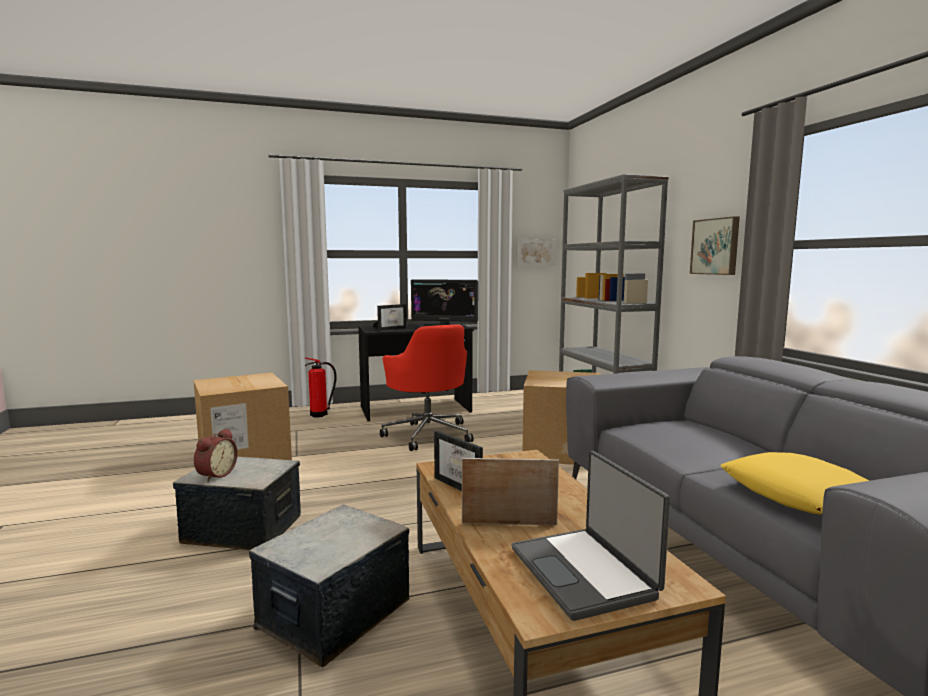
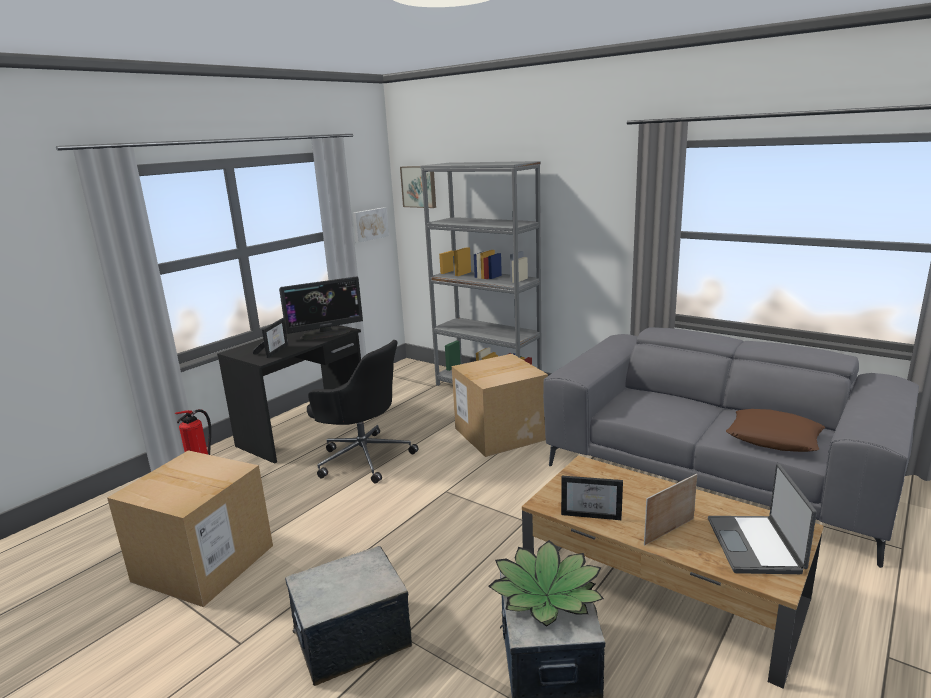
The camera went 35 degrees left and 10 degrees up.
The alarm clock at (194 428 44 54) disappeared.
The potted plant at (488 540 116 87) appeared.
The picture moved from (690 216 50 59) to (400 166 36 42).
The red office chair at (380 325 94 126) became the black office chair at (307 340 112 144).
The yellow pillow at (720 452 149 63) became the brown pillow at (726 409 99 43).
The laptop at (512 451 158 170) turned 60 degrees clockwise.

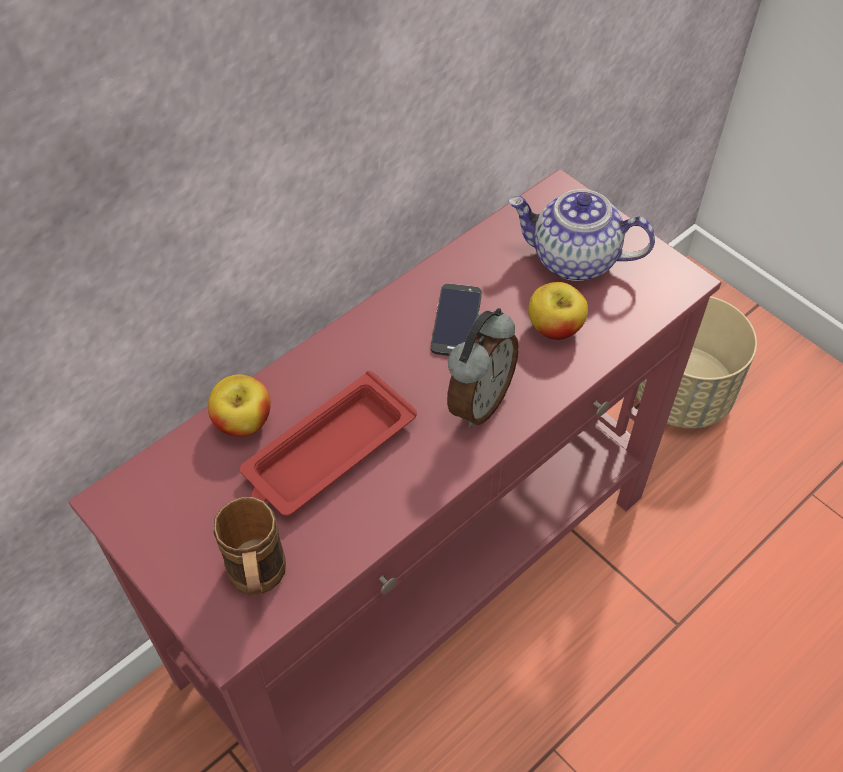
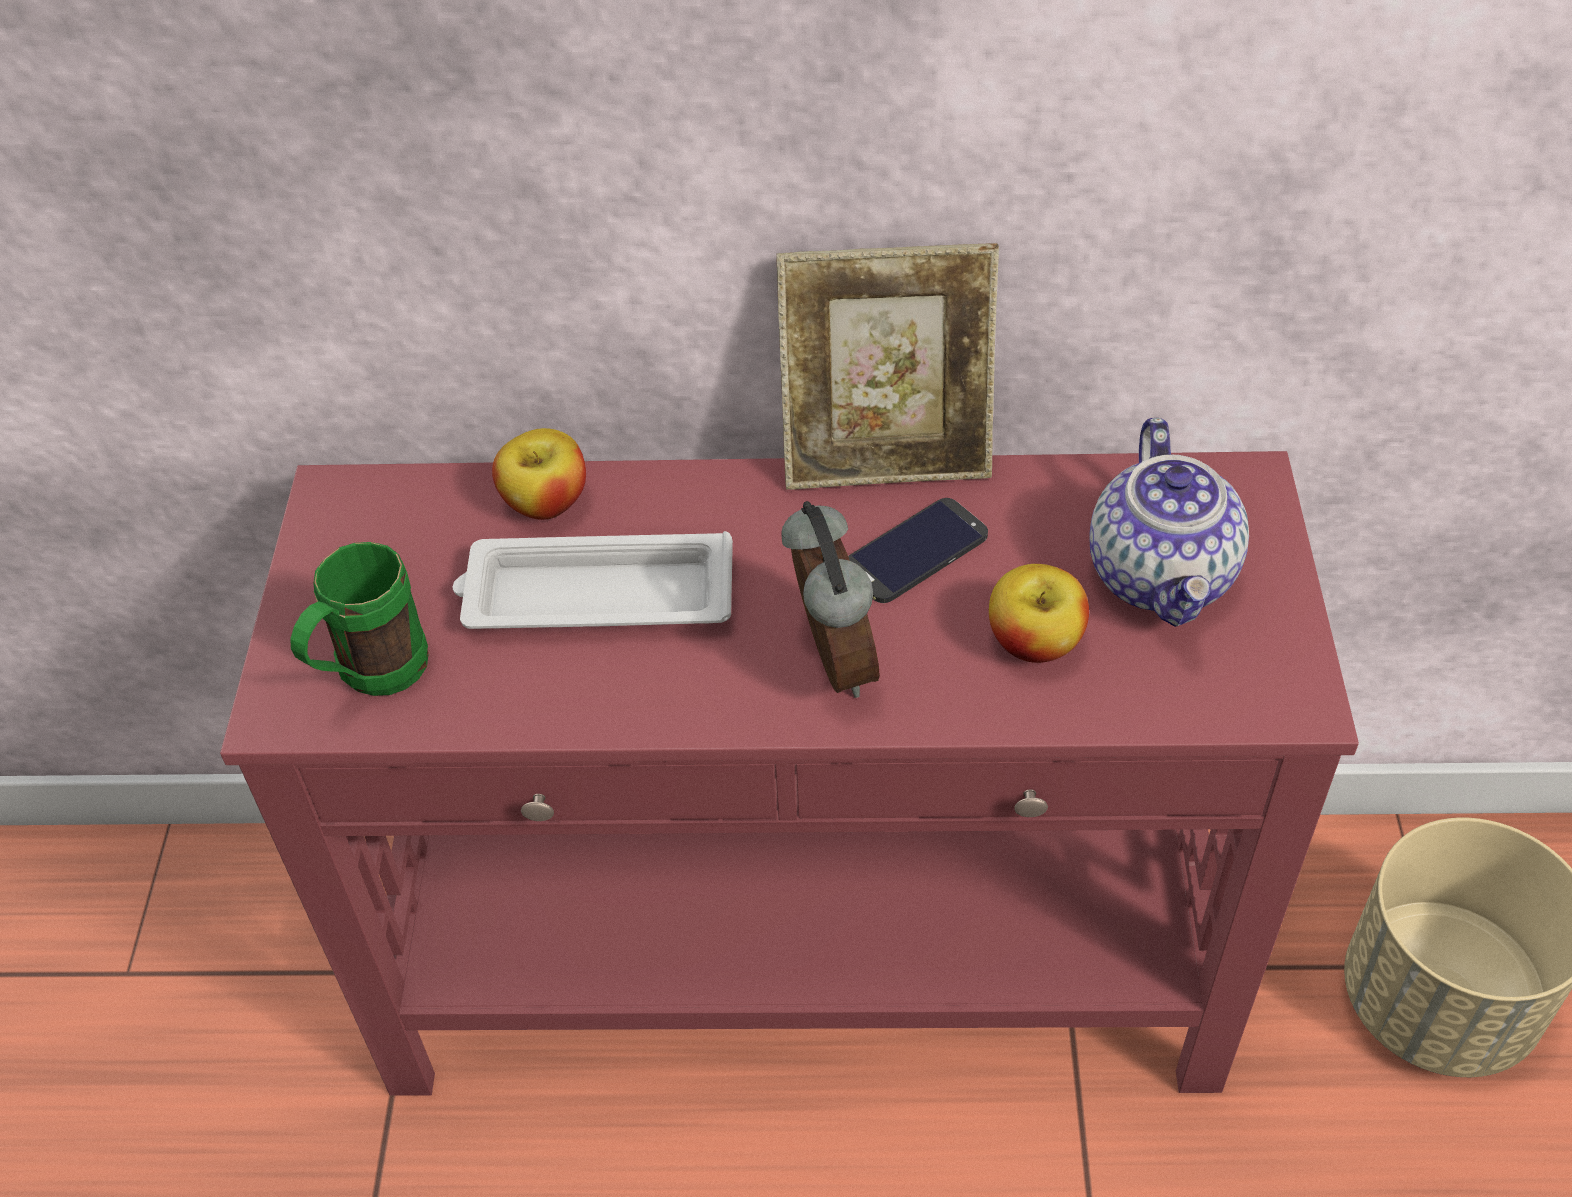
The camera went 45 degrees right and 5 degrees down.
The picture frame at (776 243 223 247) appeared.
The brown mug at (214 497 72 99) became the green mug at (290 542 139 154).
The red tray at (240 371 177 145) became the white tray at (453 531 280 98).
The alarm clock at (447 308 72 119) turned 90 degrees counterclockwise.
The teapot at (508 189 147 92) turned 150 degrees counterclockwise.

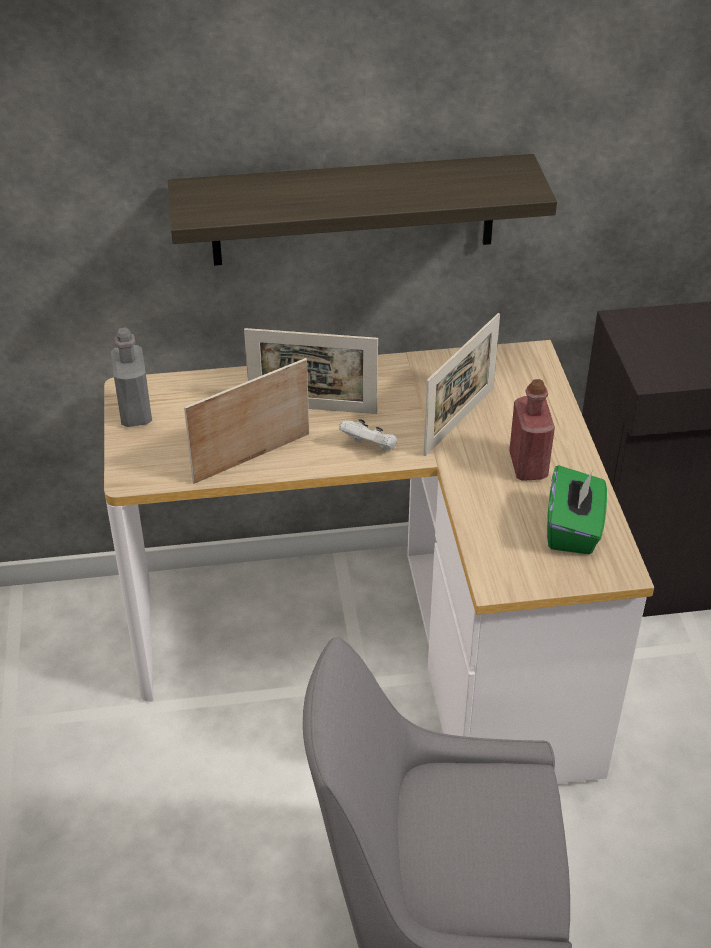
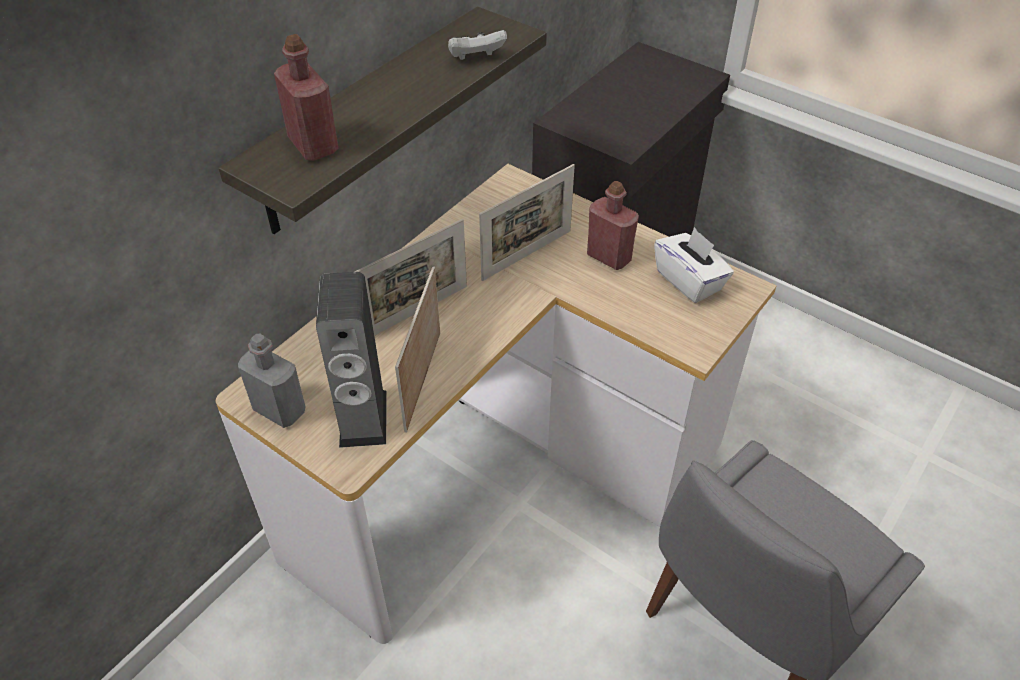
The camera went 45 degrees left and 5 degrees up.
The red bottle at (274 34 64 127) appeared.
The speaker at (316 272 71 176) appeared.
The white game controller moved from (339 419 58 33) to (448 30 59 30).
The green tissue box at (547 465 60 89) became the white tissue box at (654 227 80 76).
The picture frame at (423 313 77 143) turned 60 degrees clockwise.

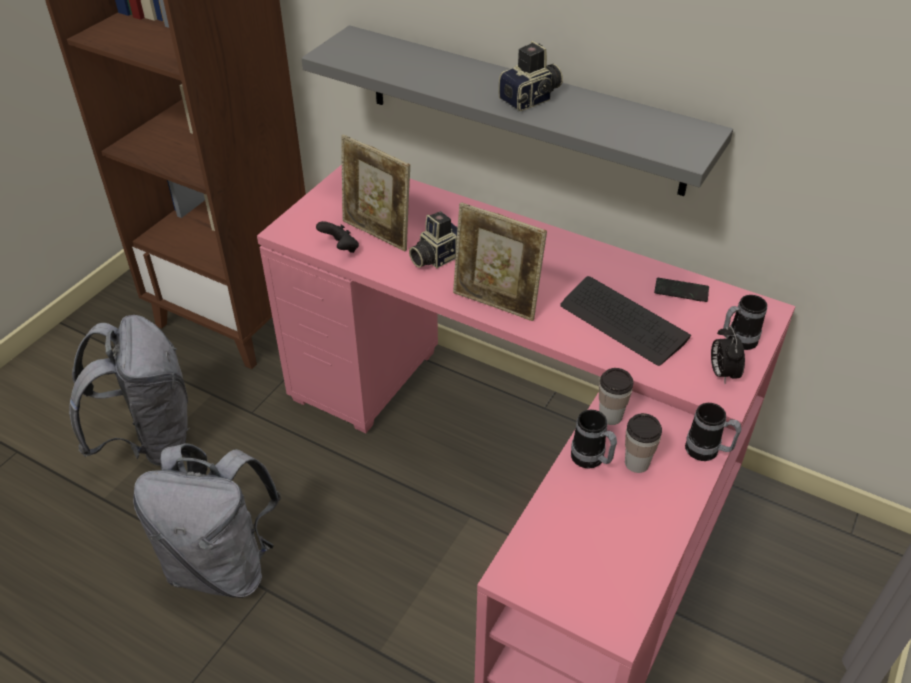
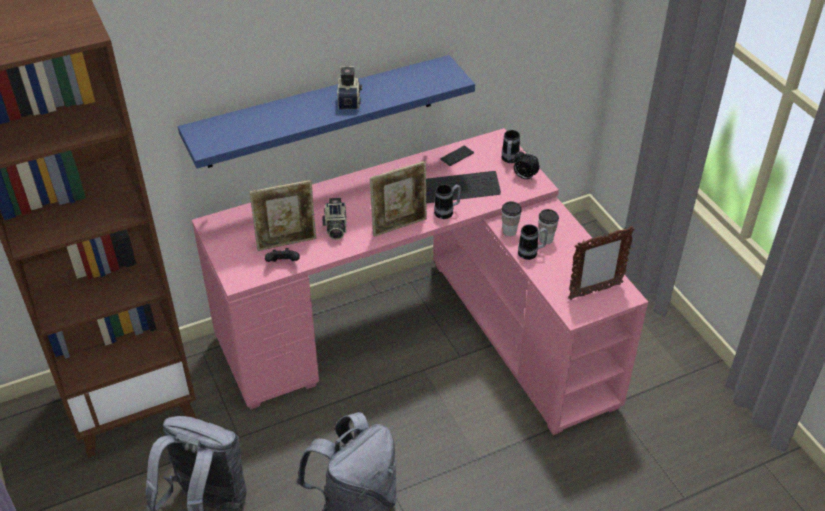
The camera went 55 degrees left and 0 degrees up.
The picture frame at (568 226 67 74) appeared.
The mug moved from (685 403 57 58) to (434 184 27 35).
The grey shelf at (301 25 432 171) became the blue shelf at (178 55 297 114).

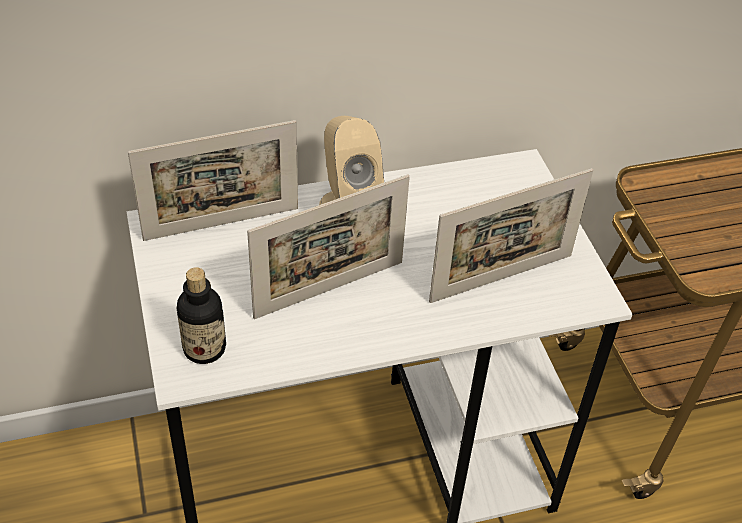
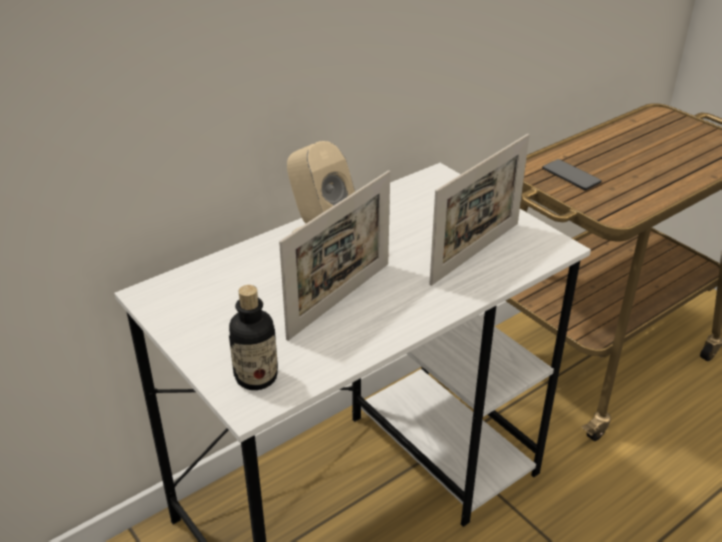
The camera went 20 degrees left and 10 degrees down.
The picture frame at (128 120 170 121) disappeared.
The phone at (542 159 60 31) appeared.

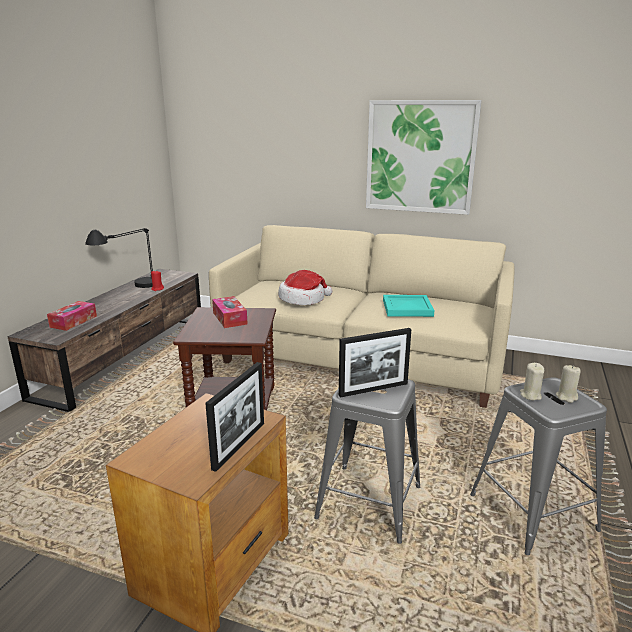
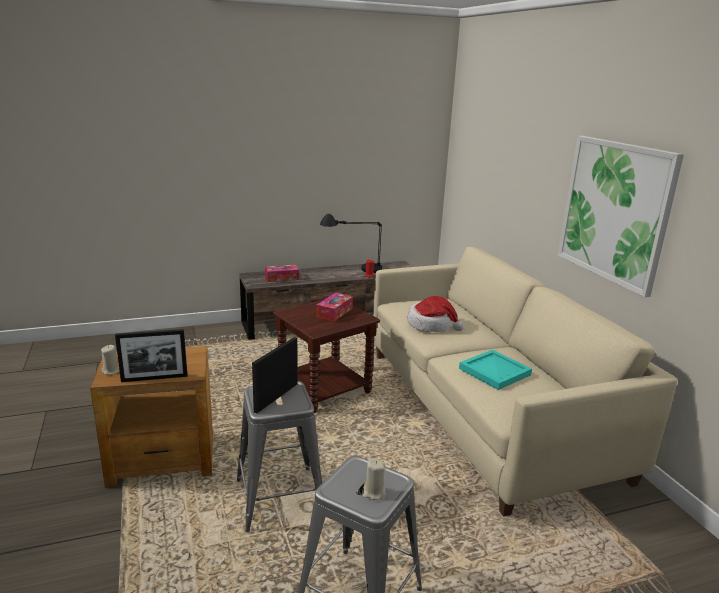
The camera went 50 degrees right and 0 degrees up.
The beige candle moved from (520 363 24 37) to (101 345 19 30).
The picture frame at (339 328 72 70) turned 90 degrees clockwise.

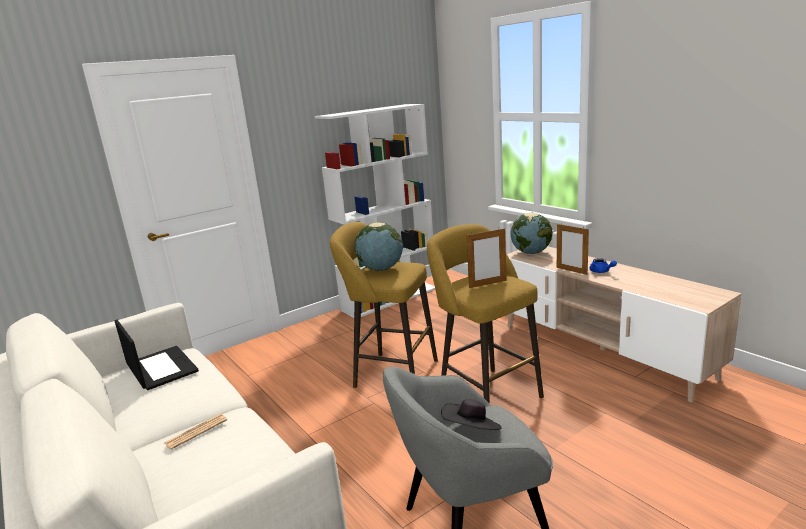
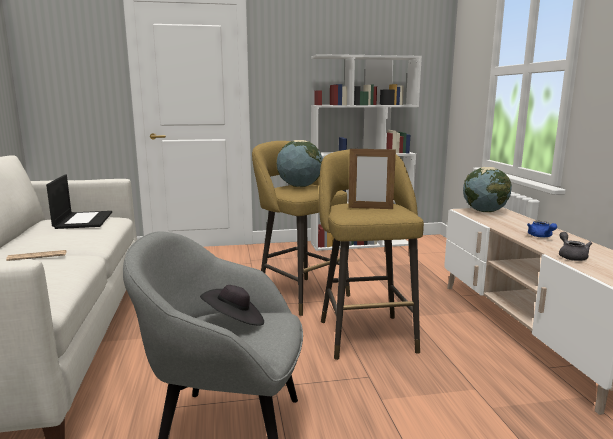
The camera went 25 degrees right and 5 degrees down.
The picture frame at (557 224 32 51) disappeared.
The grey teapot at (559 232 33 29) appeared.

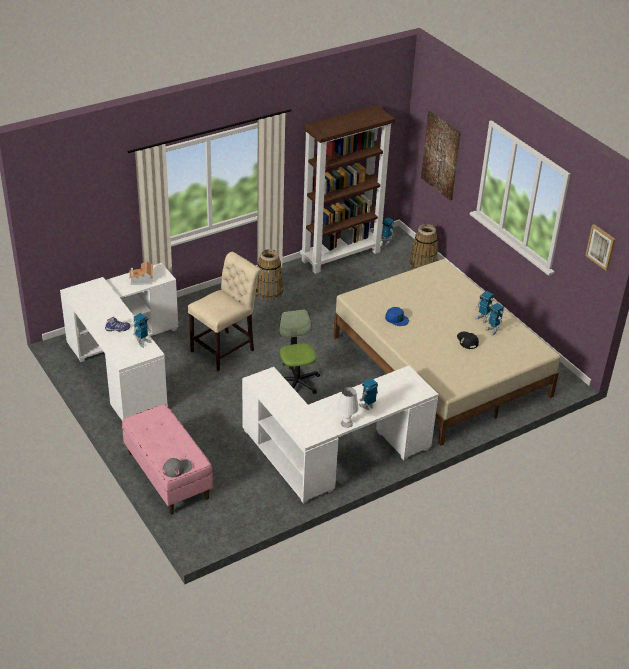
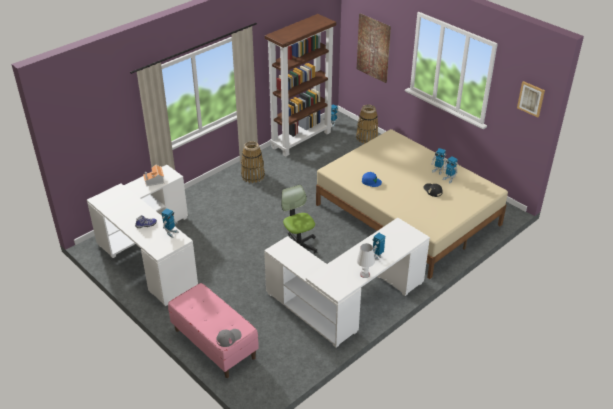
The camera went 10 degrees left and 0 degrees up.
The beige chair at (188 252 73 119) disappeared.

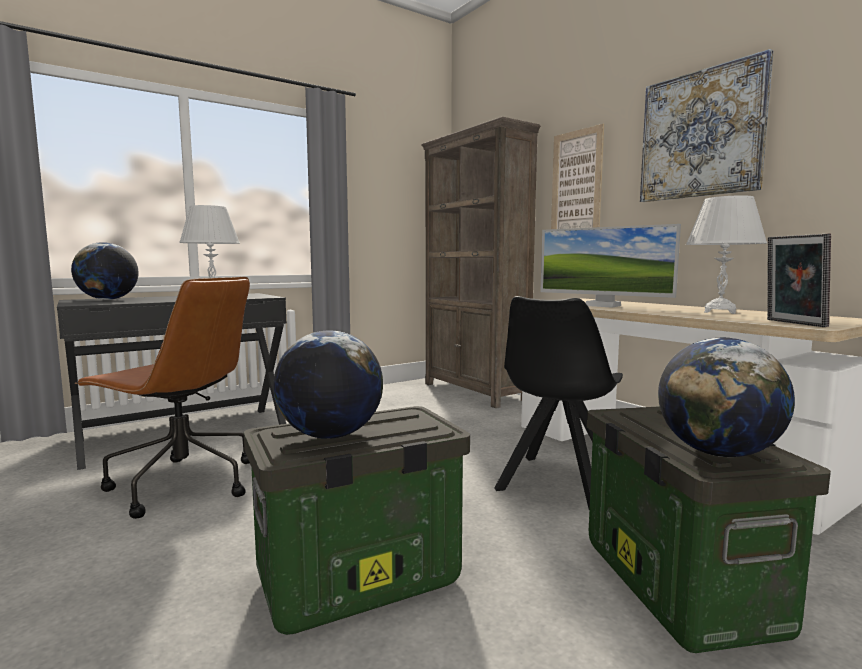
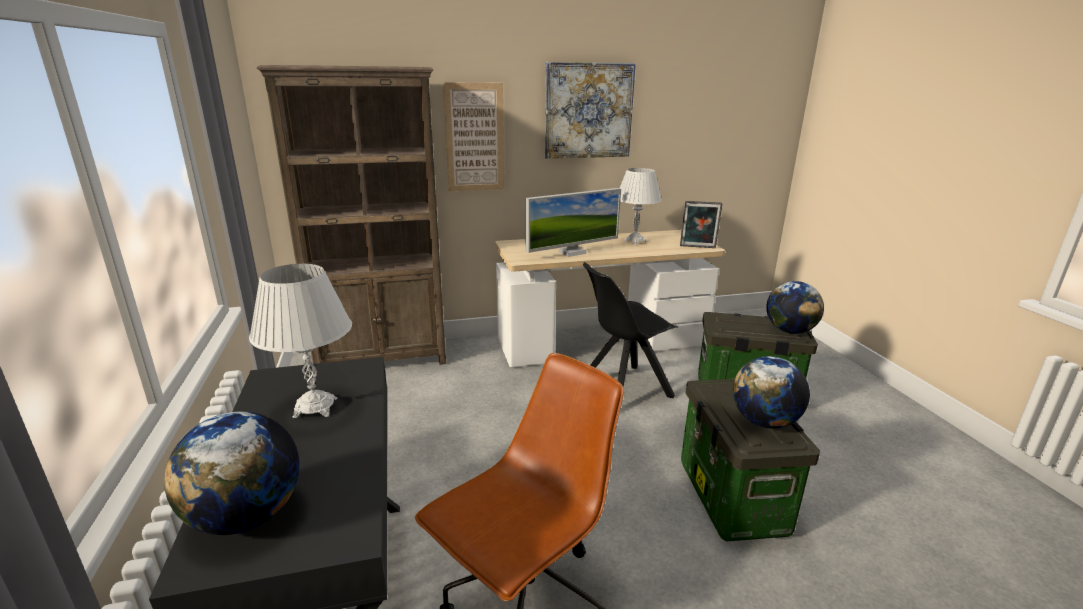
The camera went 70 degrees left and 15 degrees up.
The black chair at (494 296 129 213) turned 105 degrees clockwise.

